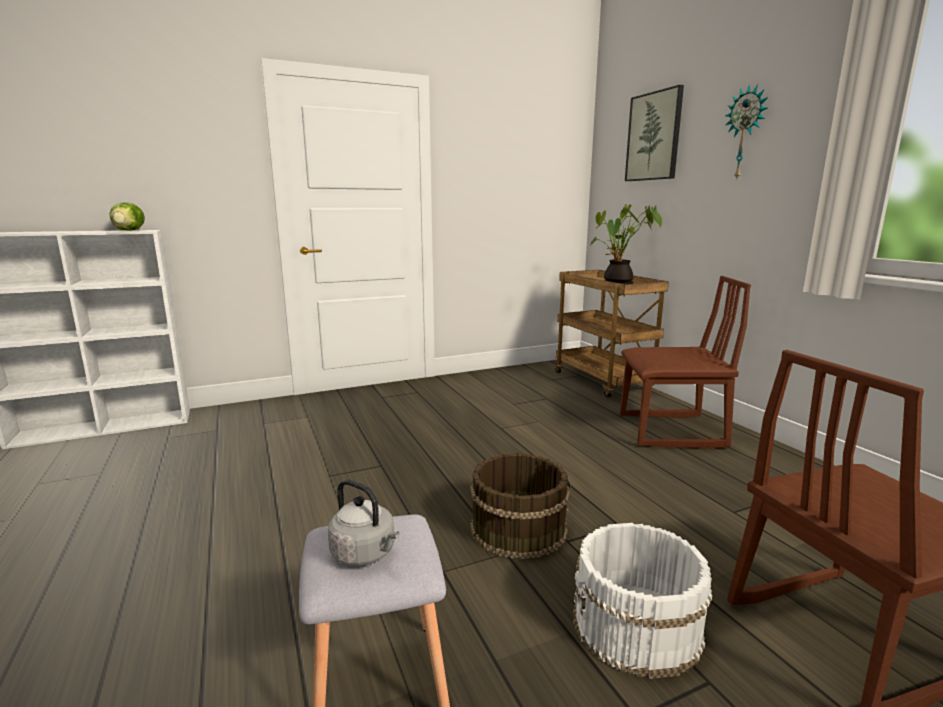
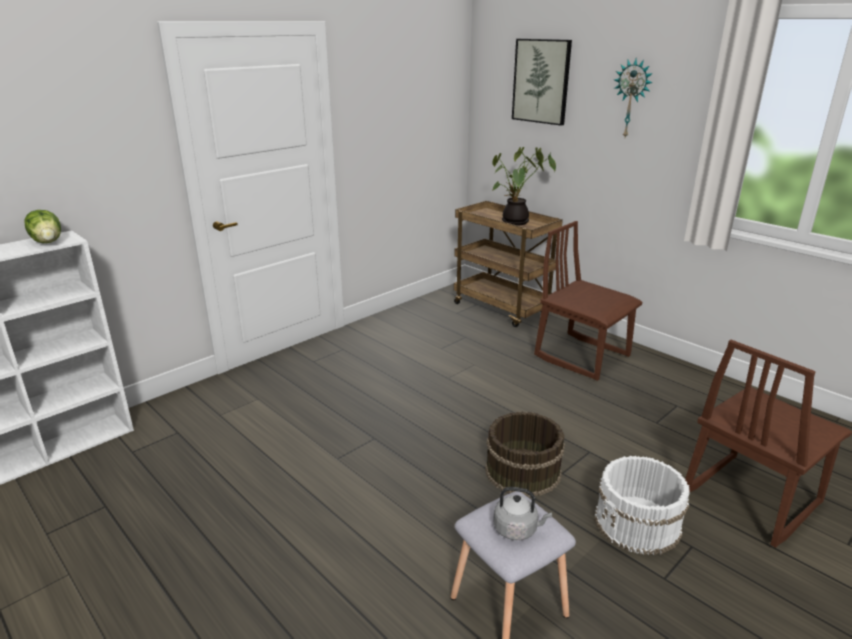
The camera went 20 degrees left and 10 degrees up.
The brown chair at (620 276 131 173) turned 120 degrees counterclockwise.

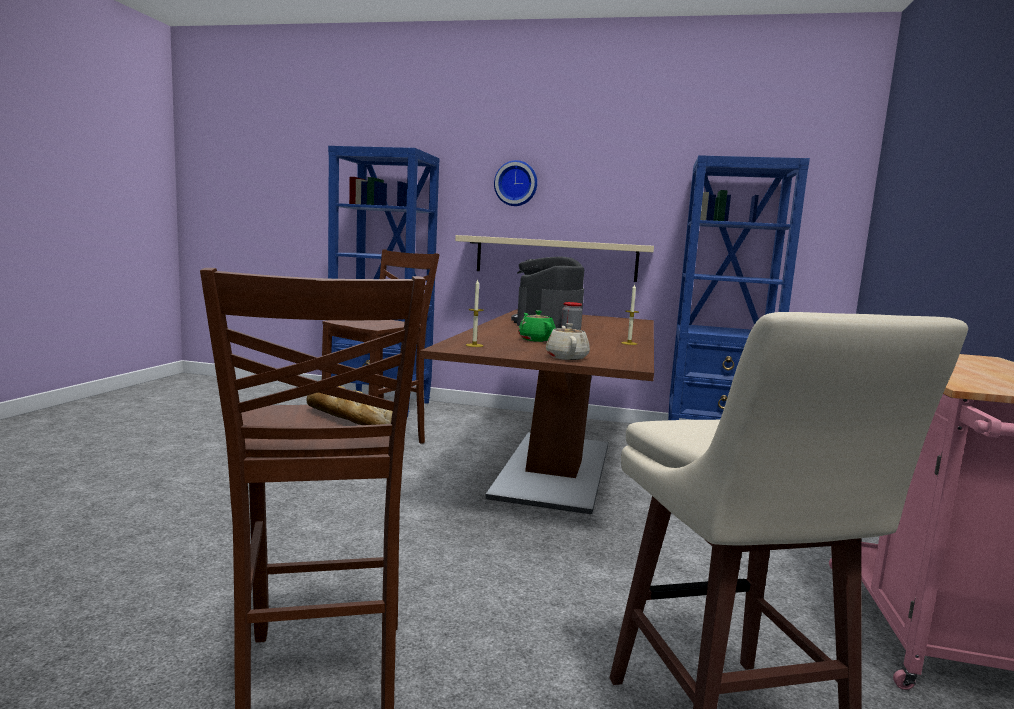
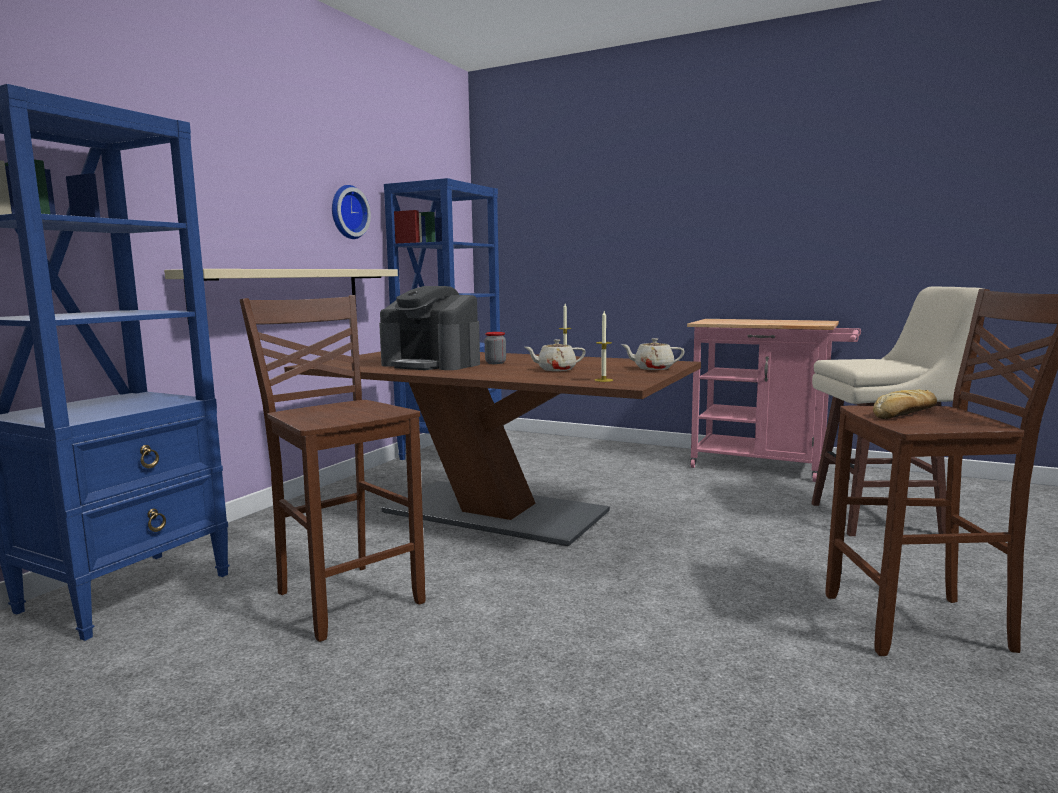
The camera went 75 degrees left and 0 degrees up.
The wall clock moved from (494 160 43 46) to (332 185 39 54).
The green teapot at (518 310 38 32) became the beige teapot at (525 339 61 32).

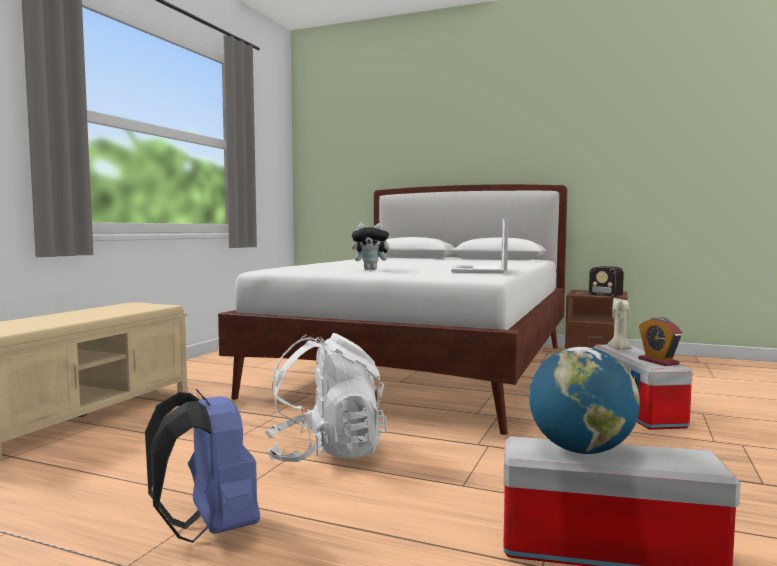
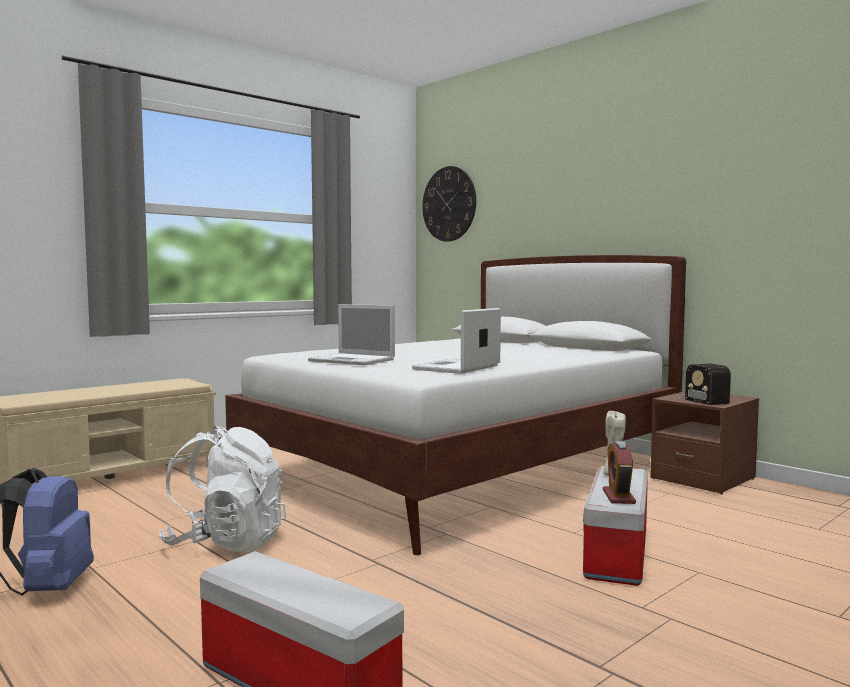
The camera went 25 degrees right and 0 degrees up.
The globe at (529 347 111 107) disappeared.
The wall clock at (422 166 54 76) appeared.
The plush toy at (352 223 42 47) was replaced by the laptop at (308 304 87 61).

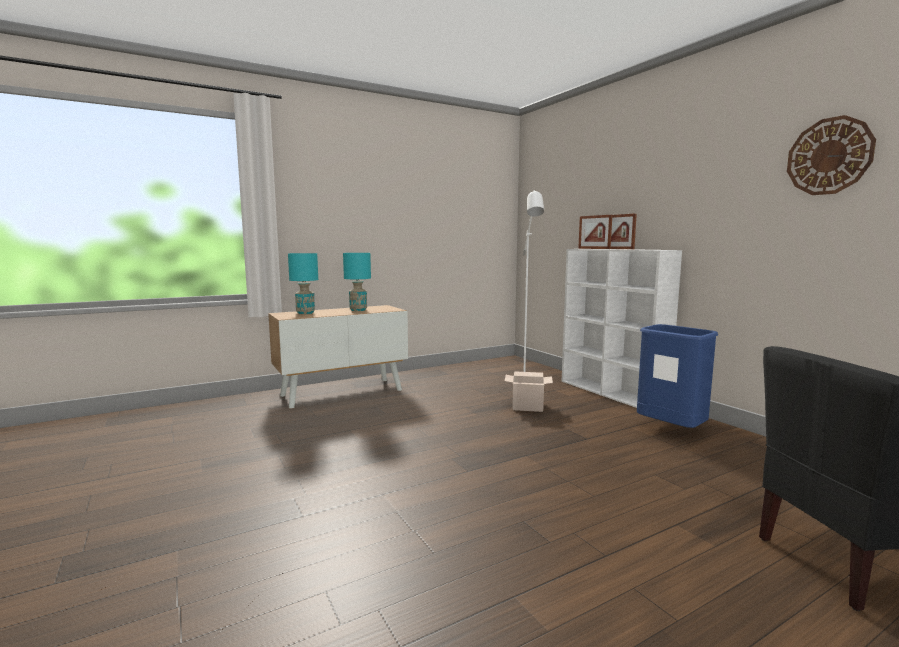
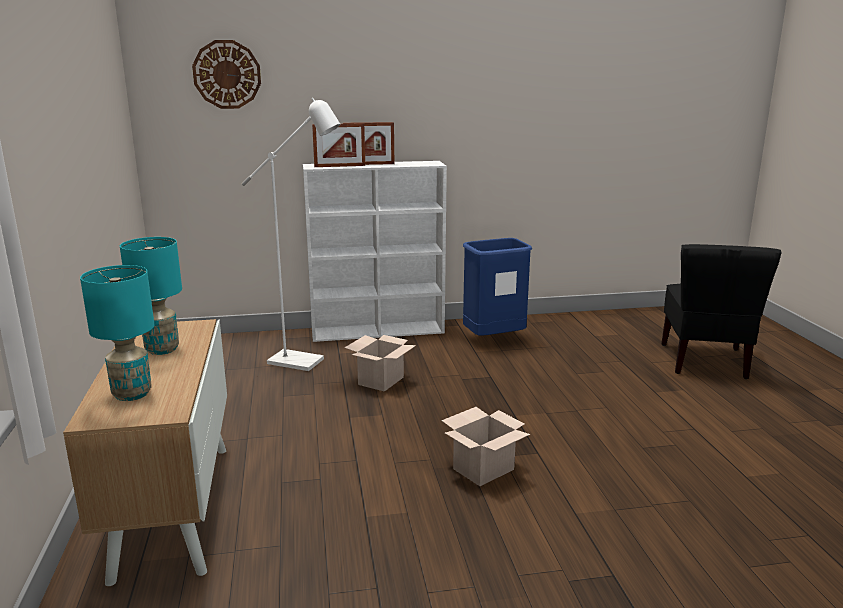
The camera went 70 degrees left and 10 degrees up.
The cardboard box at (441 407 89 79) appeared.
The wall clock moved from (787 115 89 80) to (192 40 69 69).

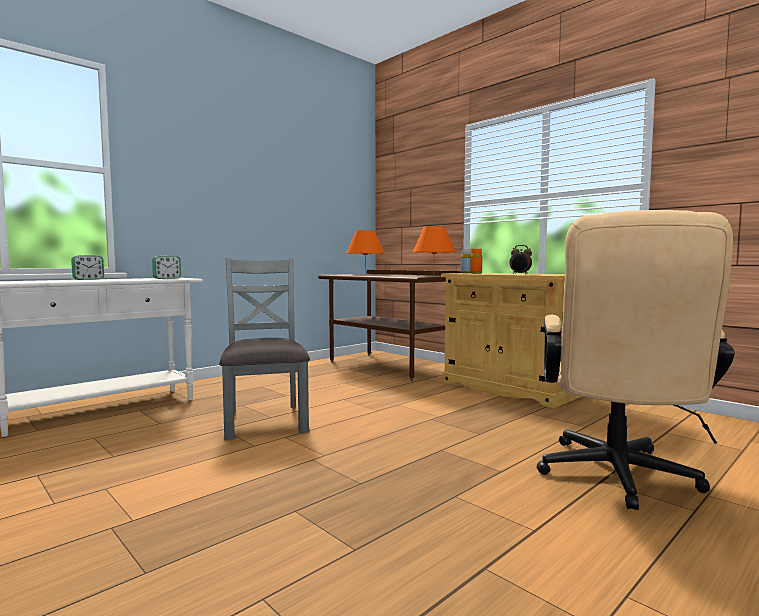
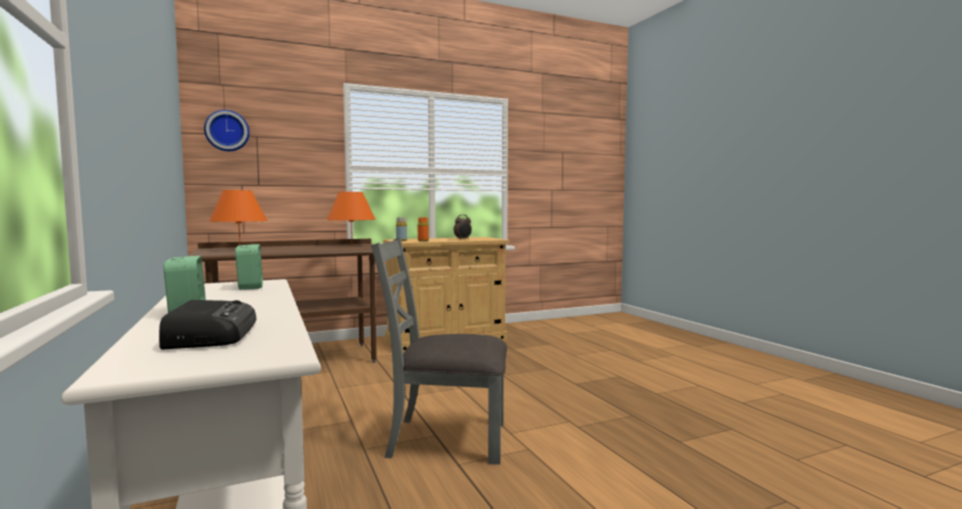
The camera went 70 degrees left and 0 degrees up.
The beige office chair at (537 210 198 300) disappeared.
The radio at (159 300 97 50) appeared.
The wall clock at (204 110 46 41) appeared.

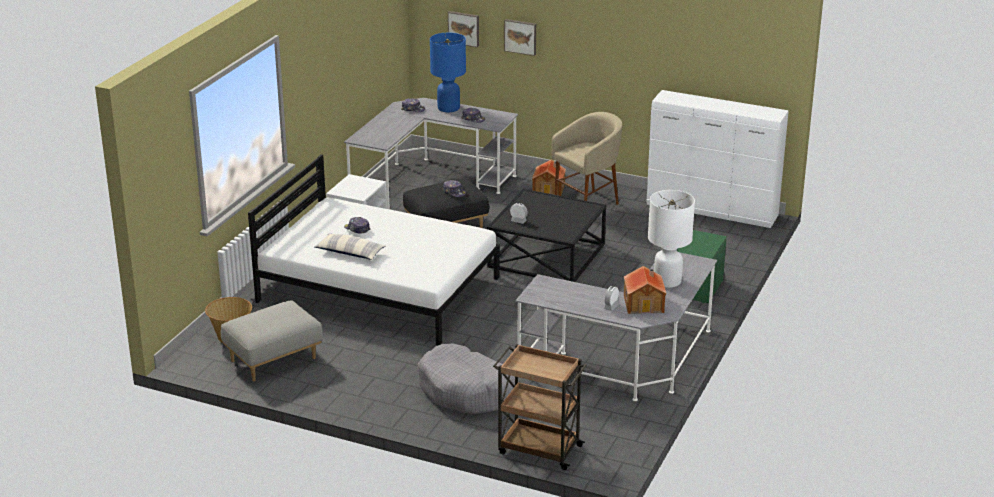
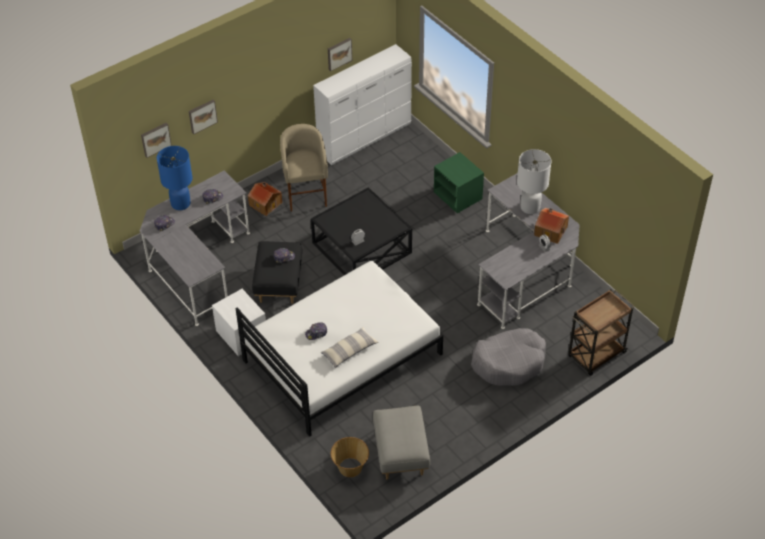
The camera went 60 degrees left and 20 degrees up.
The picture at (328 38 24 33) appeared.

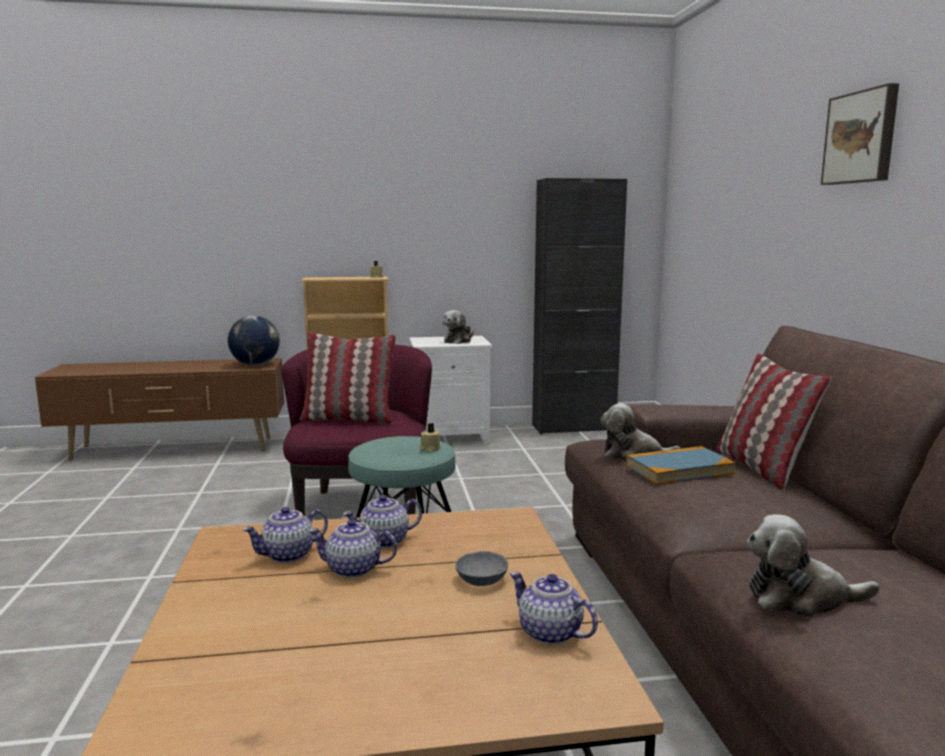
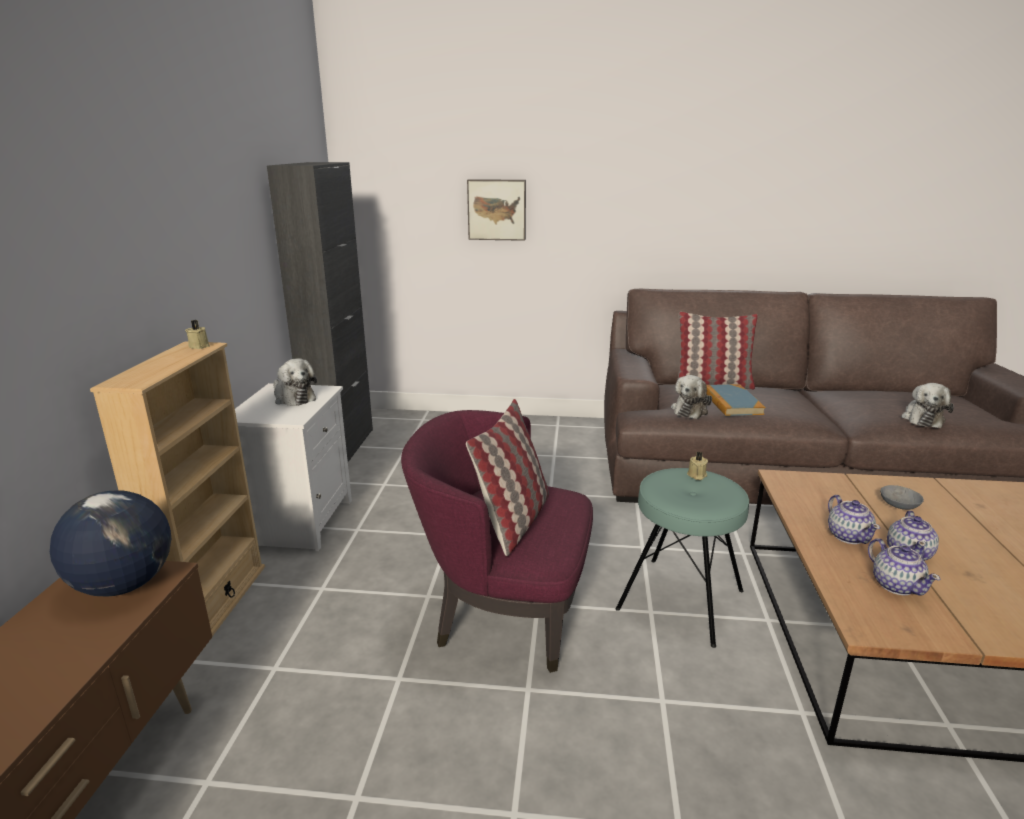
The camera went 75 degrees left and 10 degrees up.
The teapot at (509 572 89 73) disappeared.
The picture moved from (821 83 78 102) to (467 179 59 62).

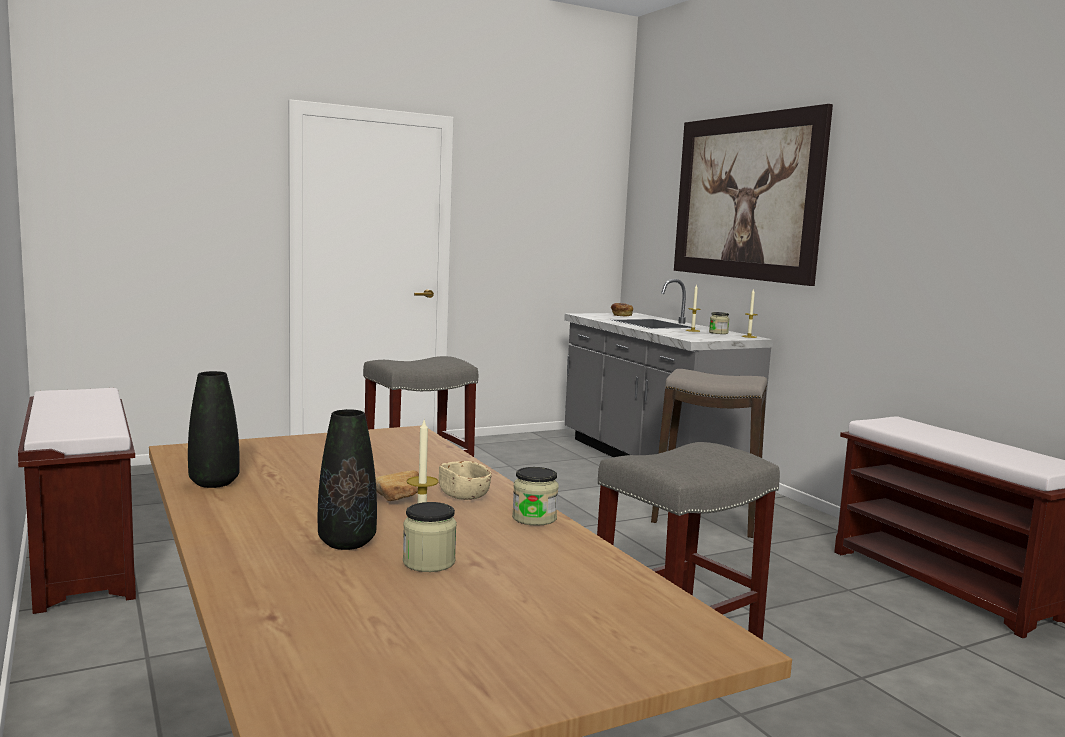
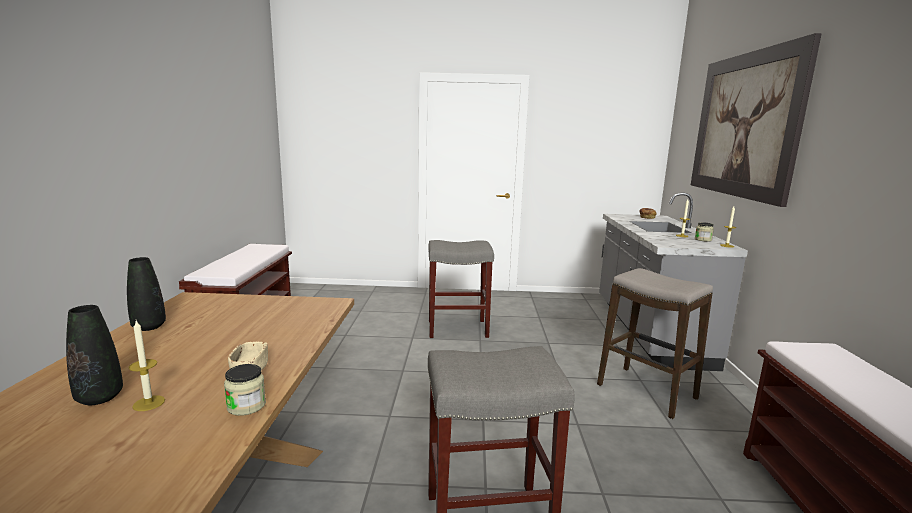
The camera went 30 degrees right and 5 degrees up.
The bread at (376 470 43 31) disappeared.
The jar at (403 502 54 70) disappeared.

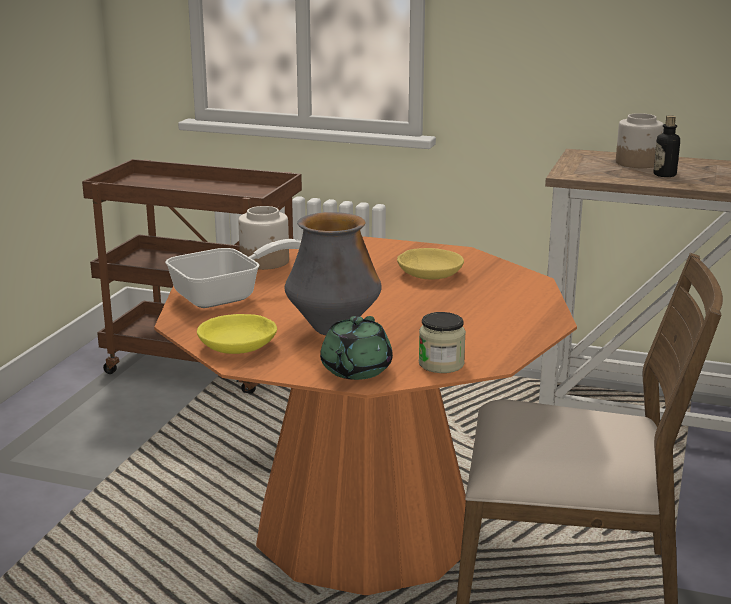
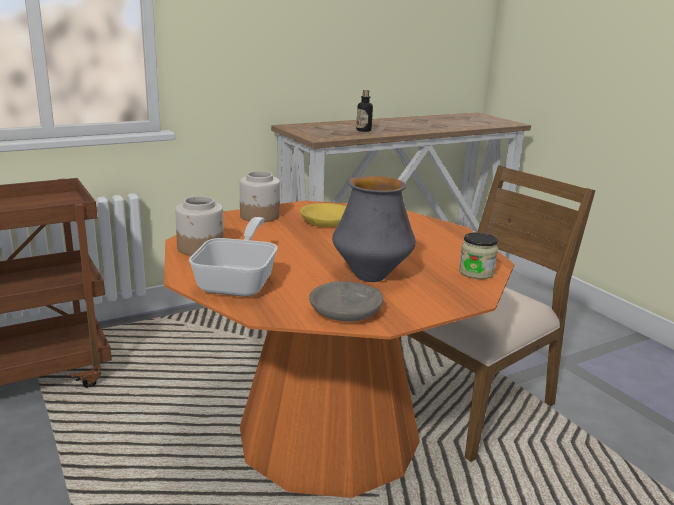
The camera went 50 degrees left and 0 degrees up.
The green teapot at (320 316 73 64) disappeared.
The jar moved from (616 113 48 55) to (240 171 40 51).
The yellow bowl at (197 314 80 40) became the grey bowl at (309 281 74 40).

